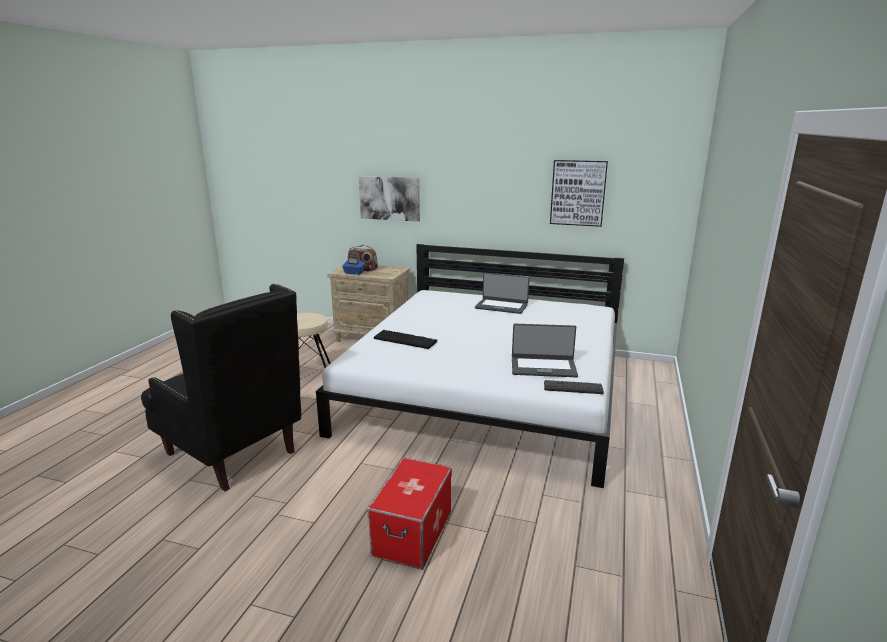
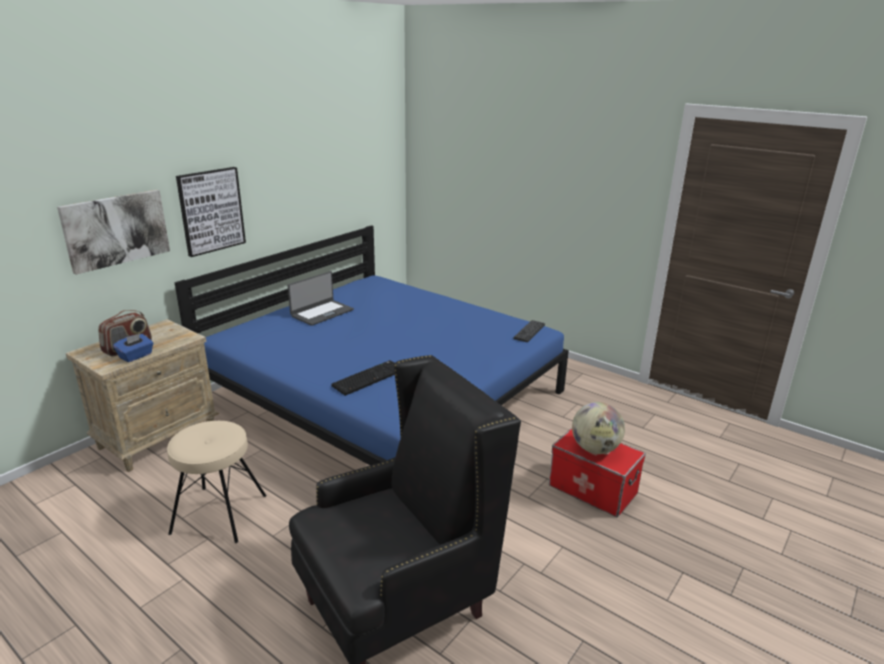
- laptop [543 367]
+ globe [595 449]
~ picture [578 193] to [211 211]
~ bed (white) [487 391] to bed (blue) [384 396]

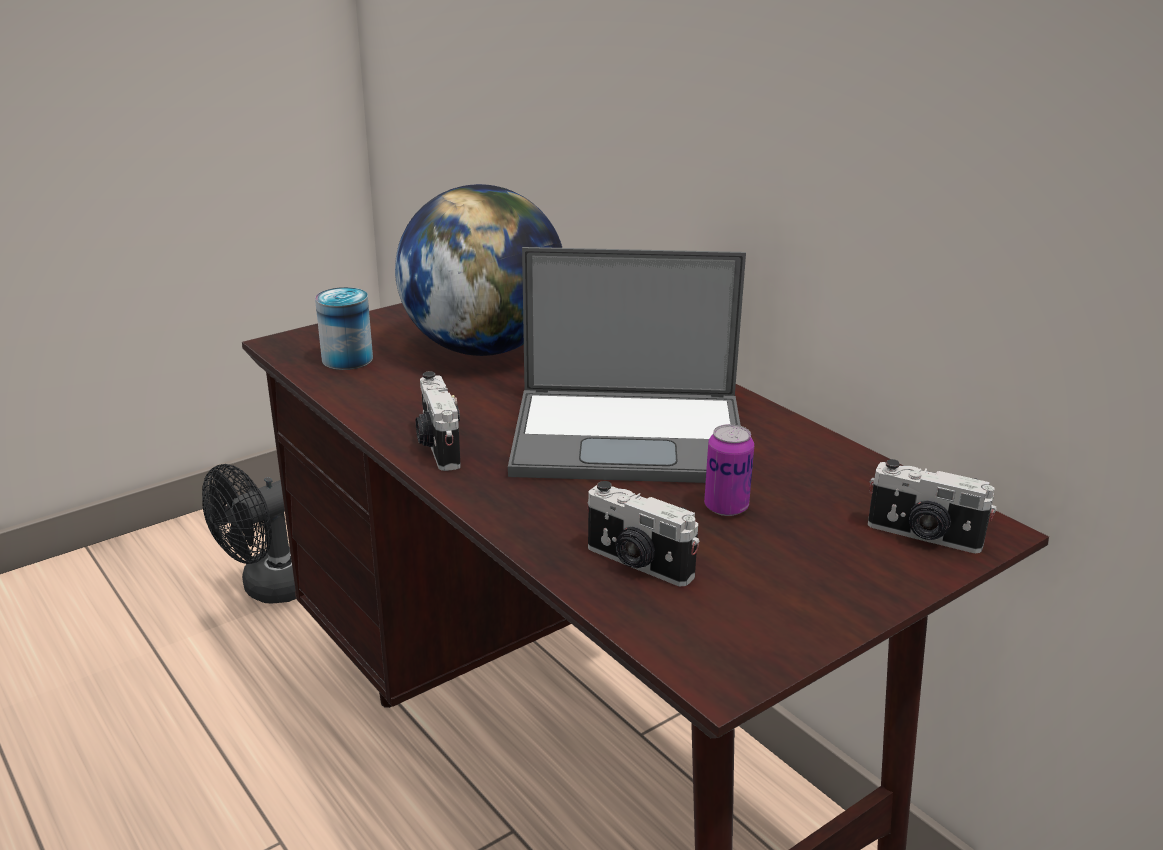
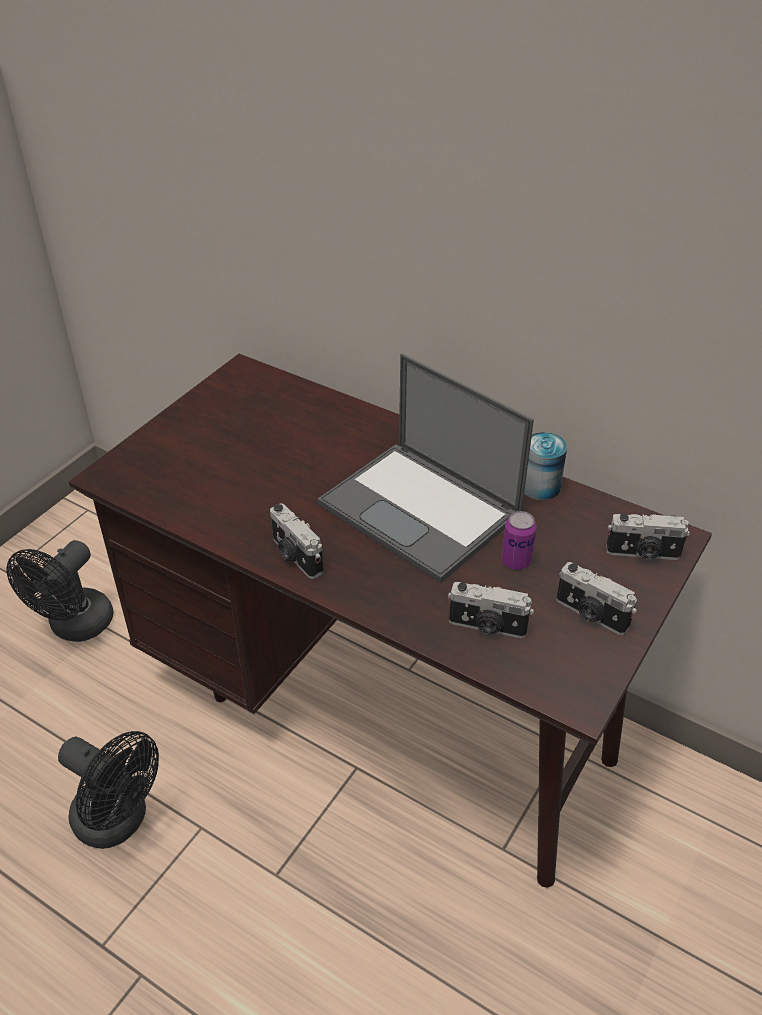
- globe [483 348]
+ fan (black) [119 821]
+ photo camera [591 615]
~ can [347 359] to [540 487]
~ laptop [632 436] = [422 510] 60 degrees clockwise

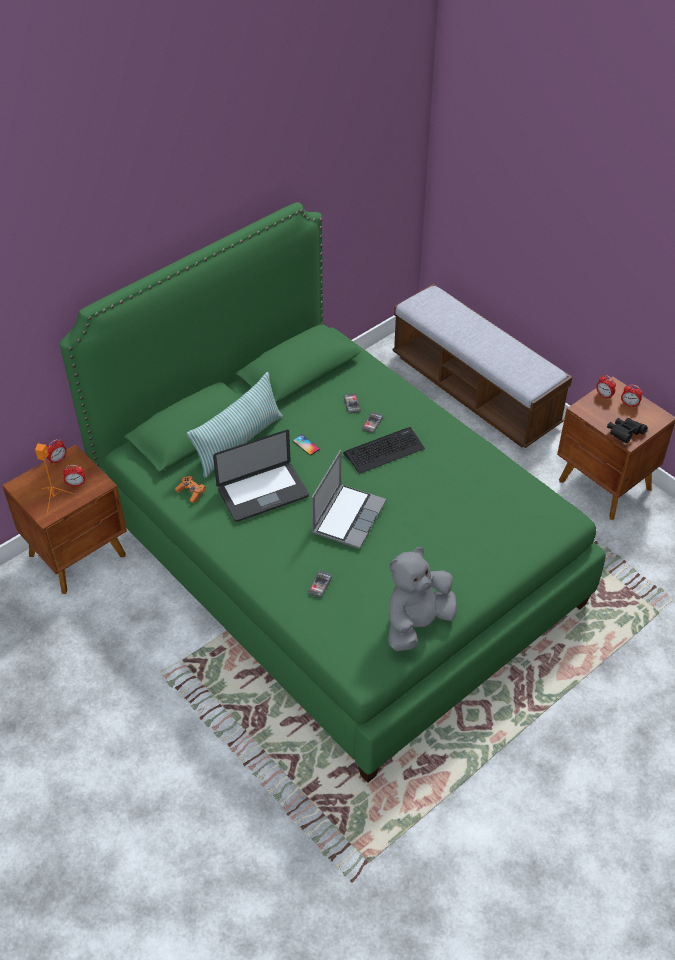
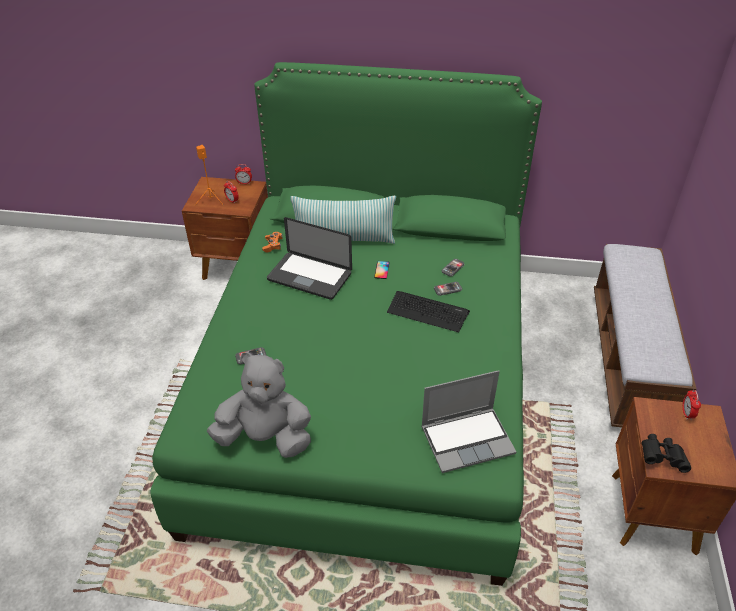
- alarm clock [629 404]
~ laptop [348 516] to [468 439]

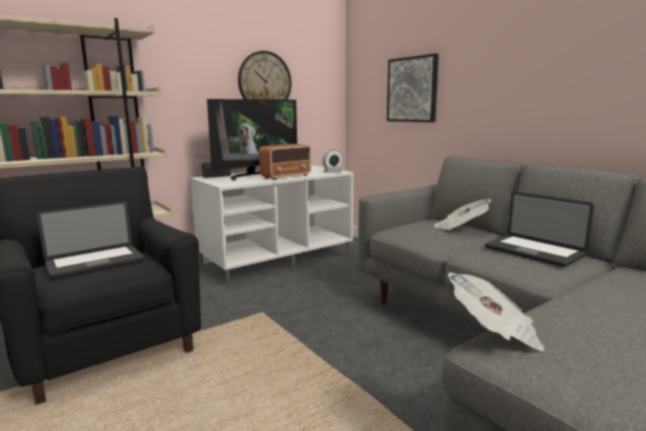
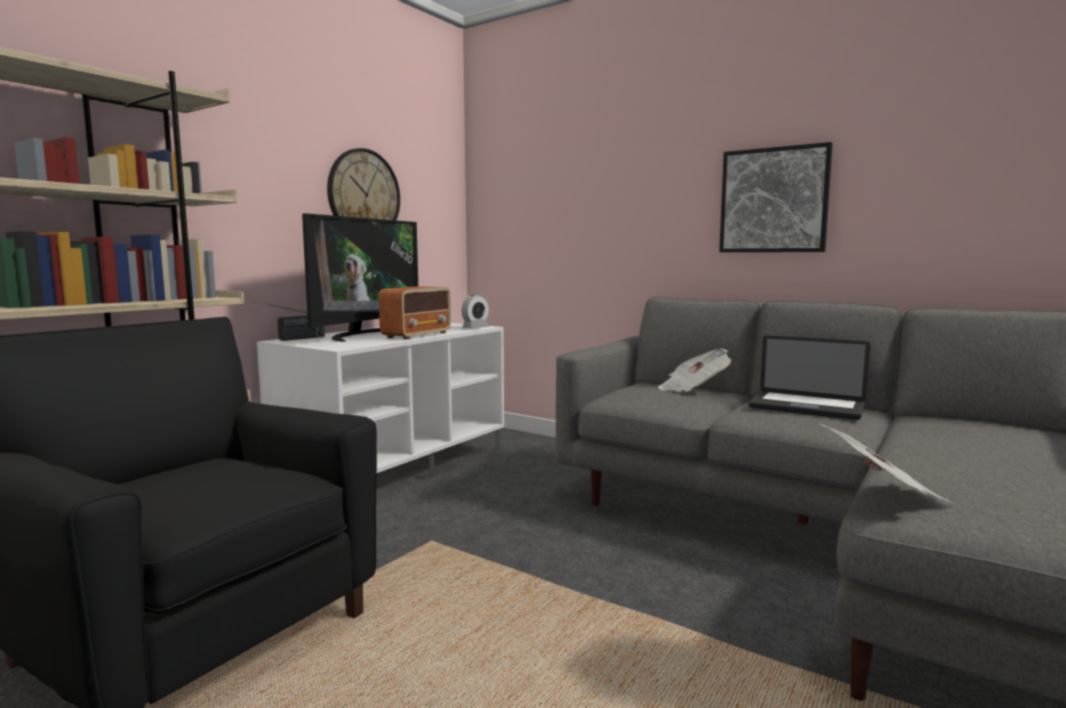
- laptop [95 263]
~ picture [412 89] to [774 200]

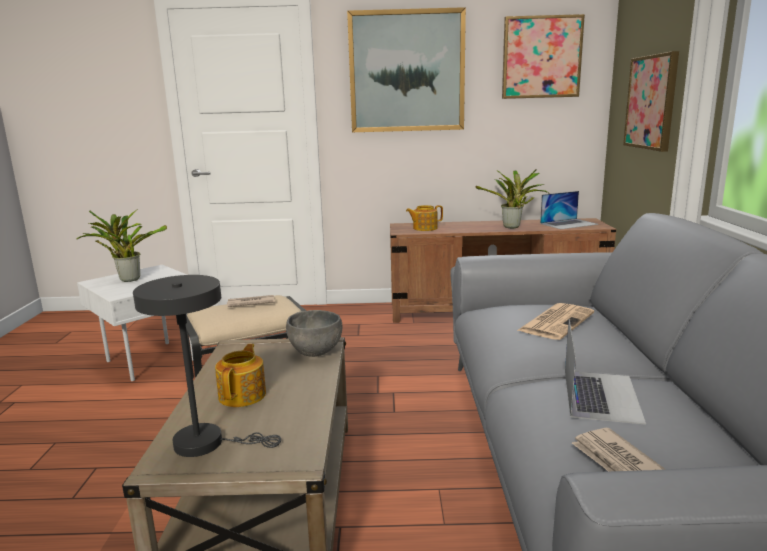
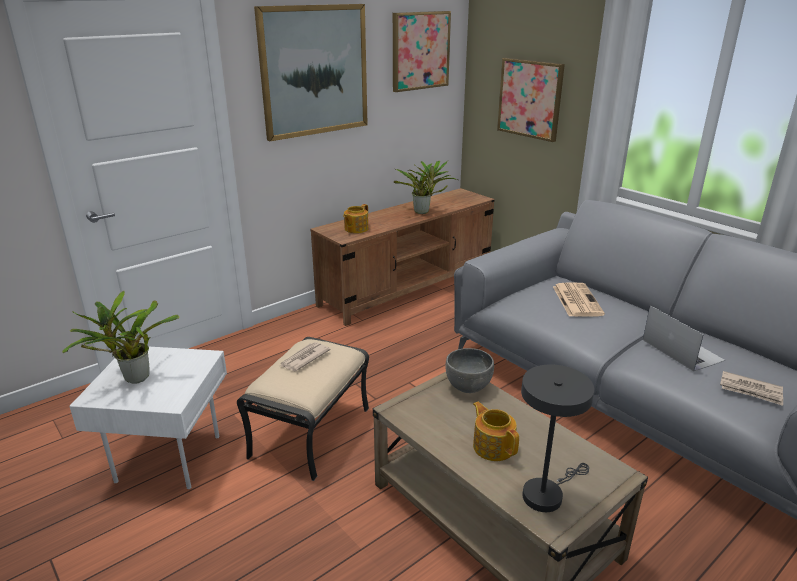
- laptop [569 224]

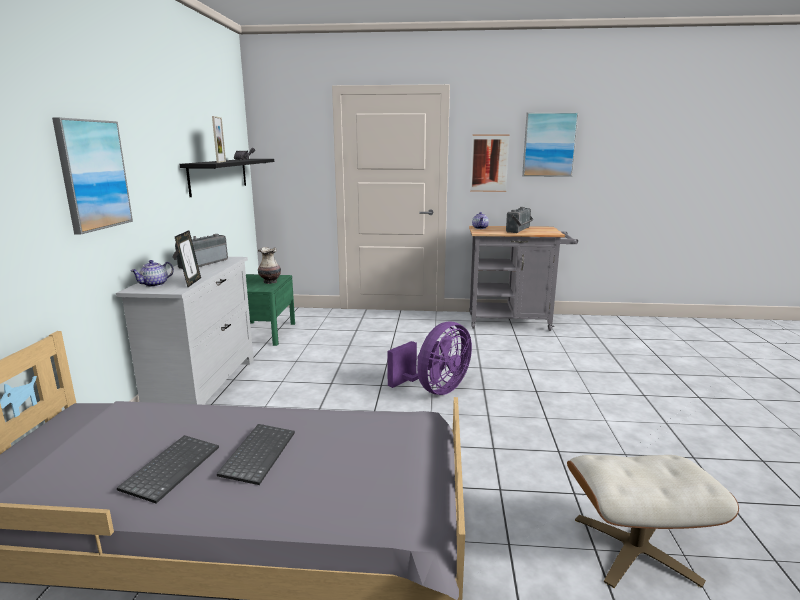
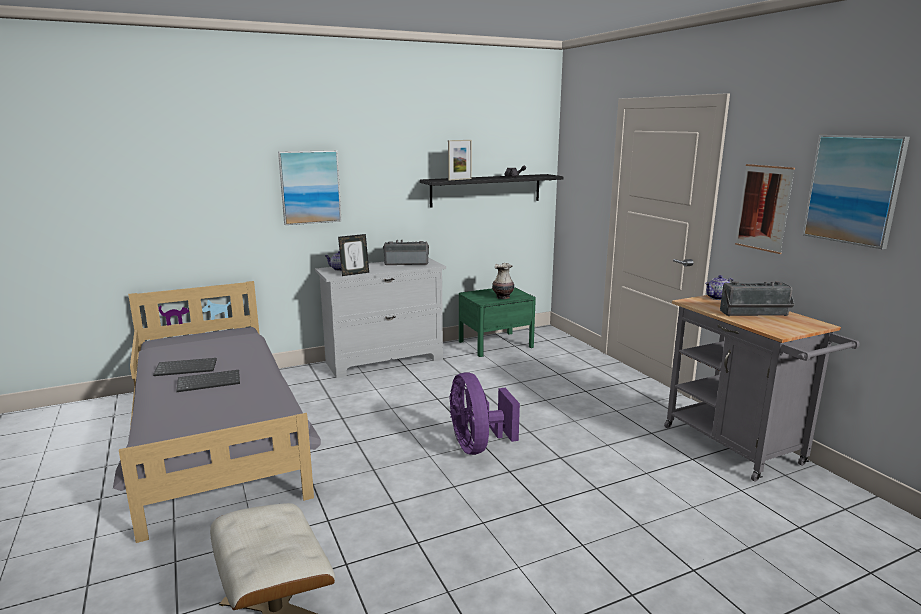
~ fan (purple) [435 389] = [477 446] 60 degrees clockwise

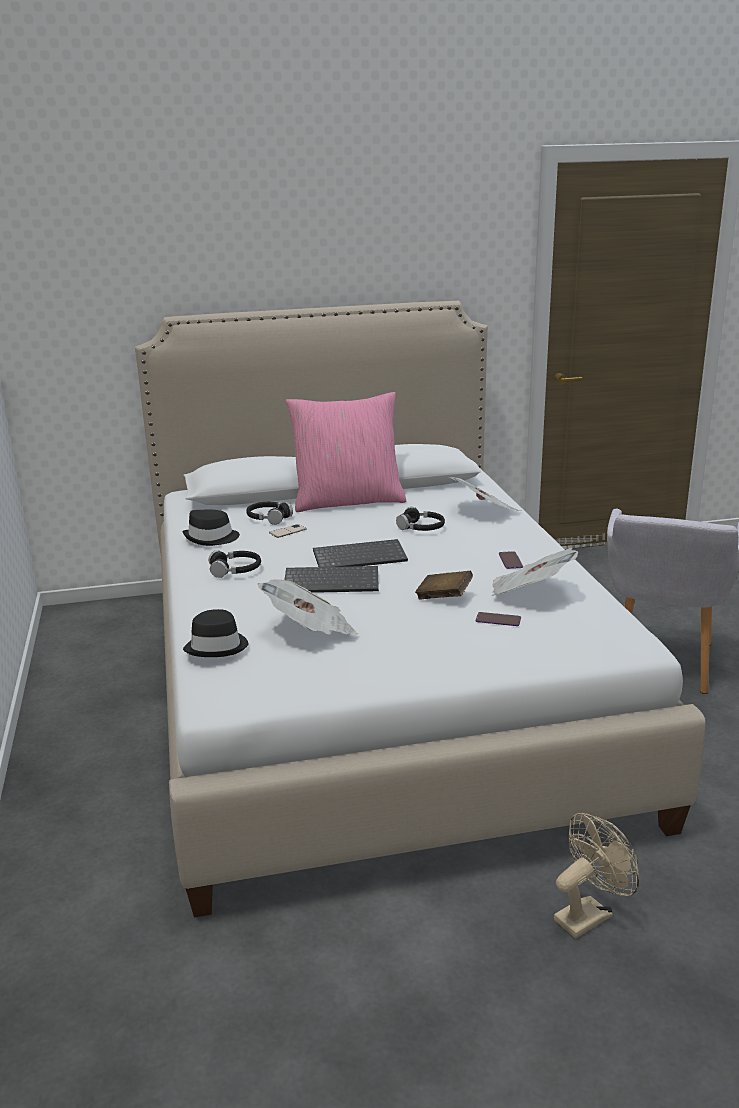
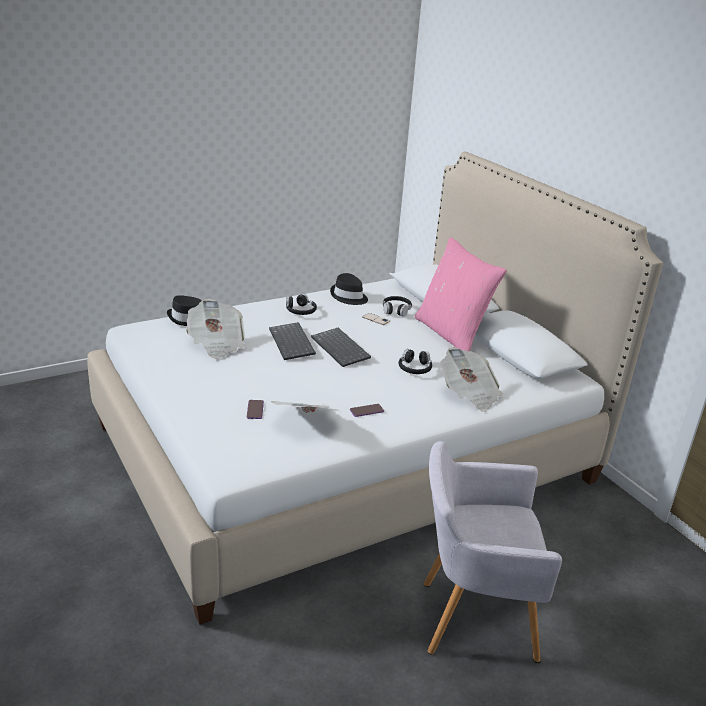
- book (brown) [444 597]
- fan (beige) [589 914]

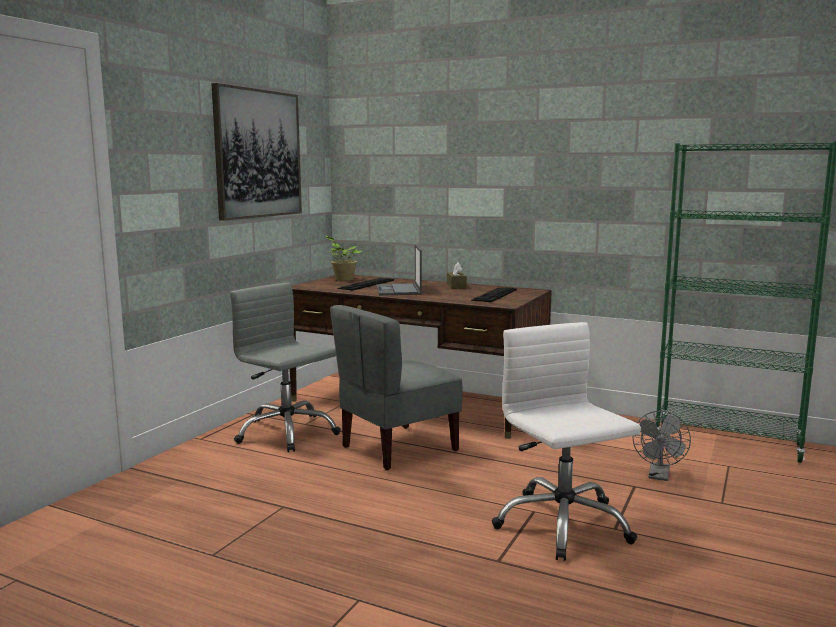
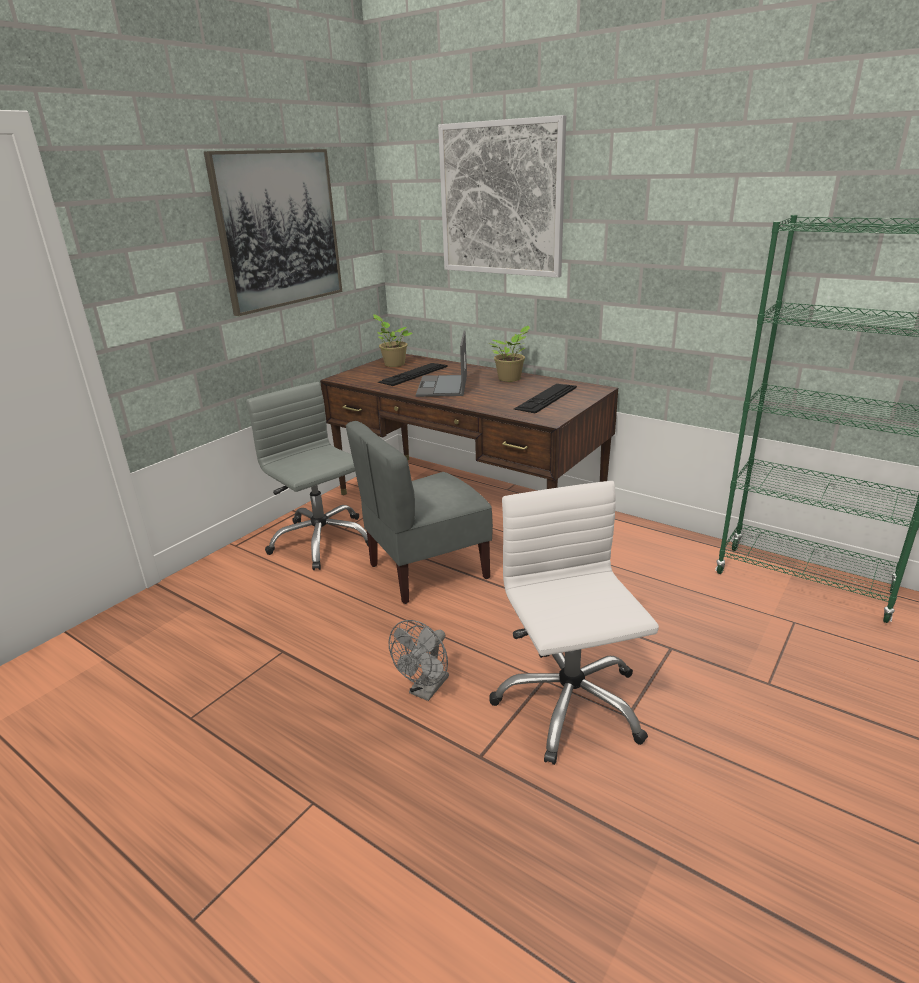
+ picture [501 199]
~ fan (grey) [659 476] to [426 690]
~ tissue box (brown) [456 286] to potted plant [511 379]

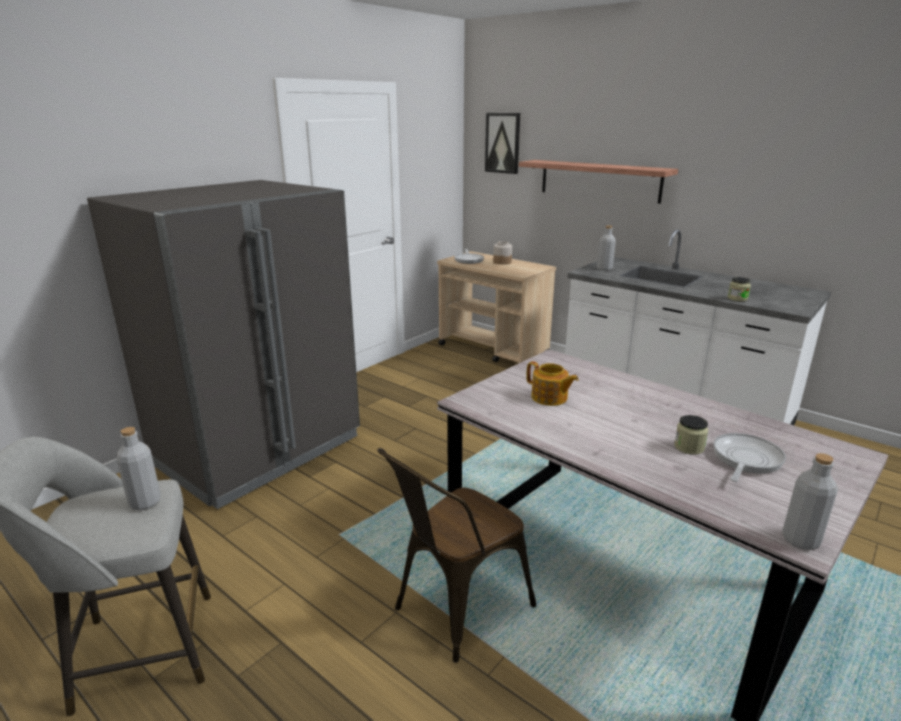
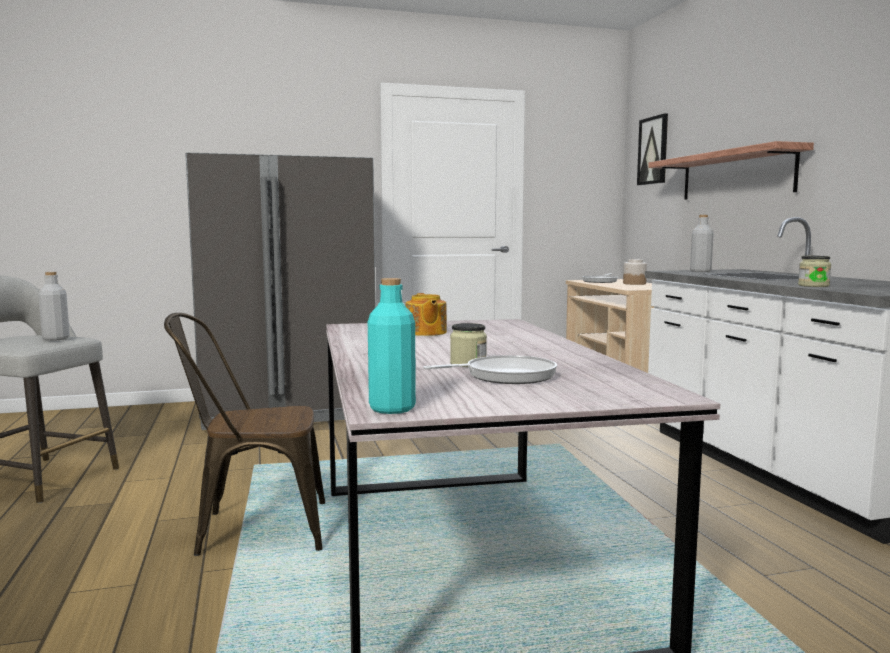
~ bottle (grey) [800 540] to bottle (turquoise) [392 408]

